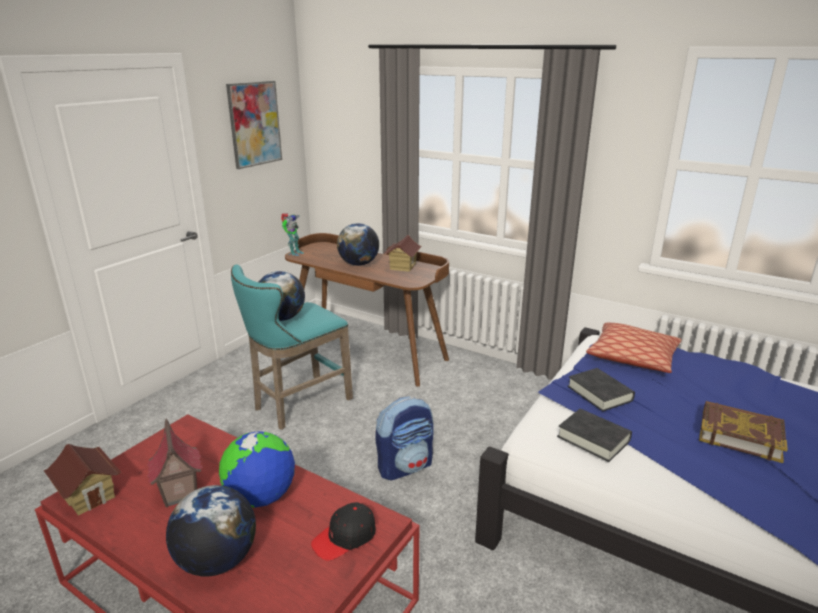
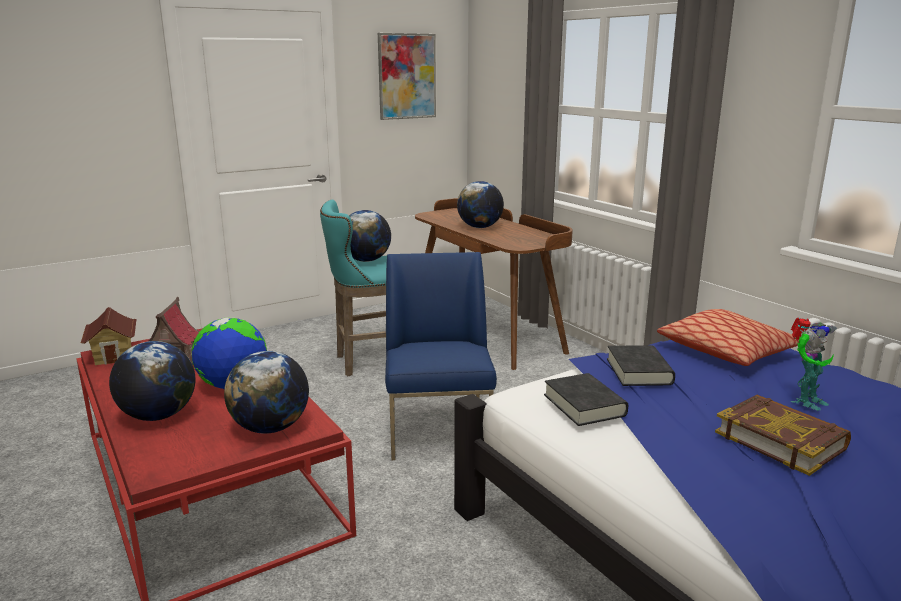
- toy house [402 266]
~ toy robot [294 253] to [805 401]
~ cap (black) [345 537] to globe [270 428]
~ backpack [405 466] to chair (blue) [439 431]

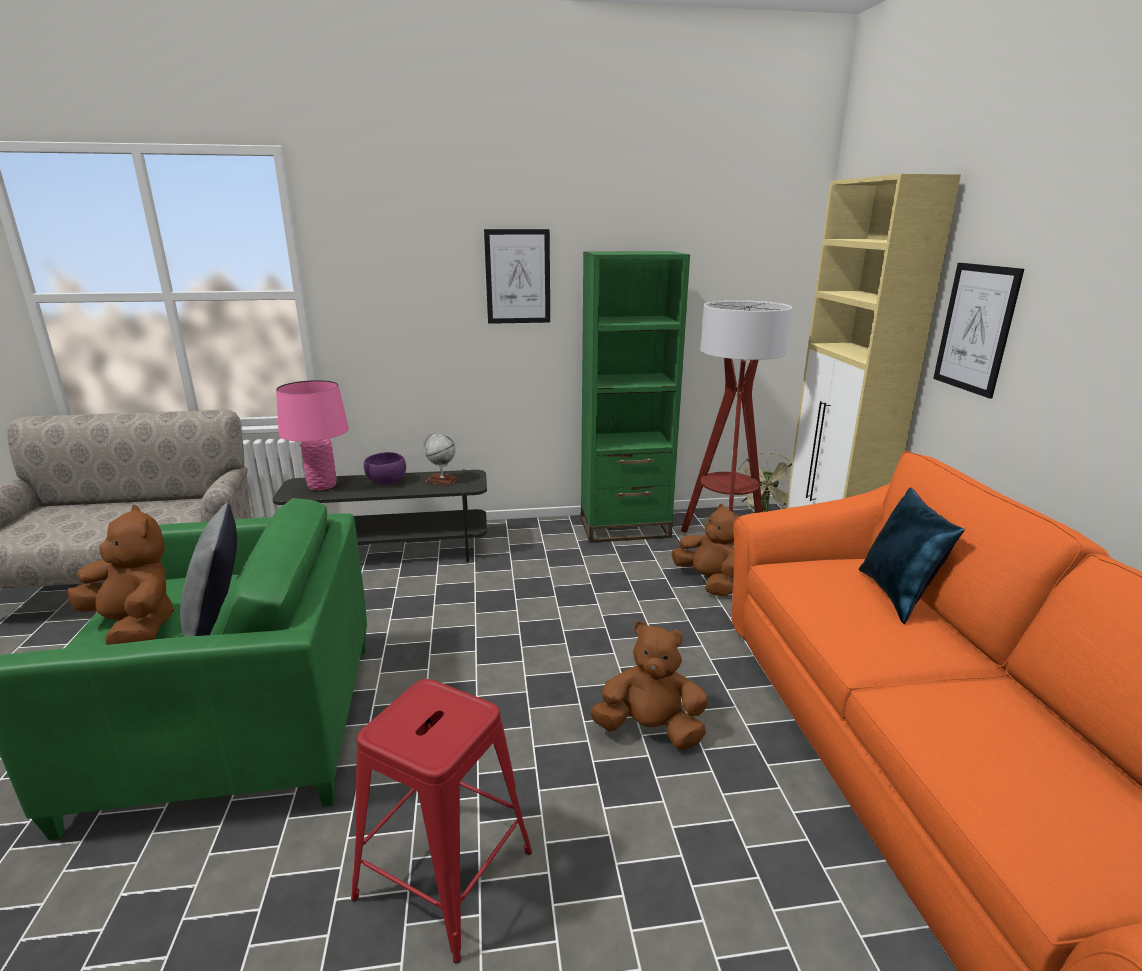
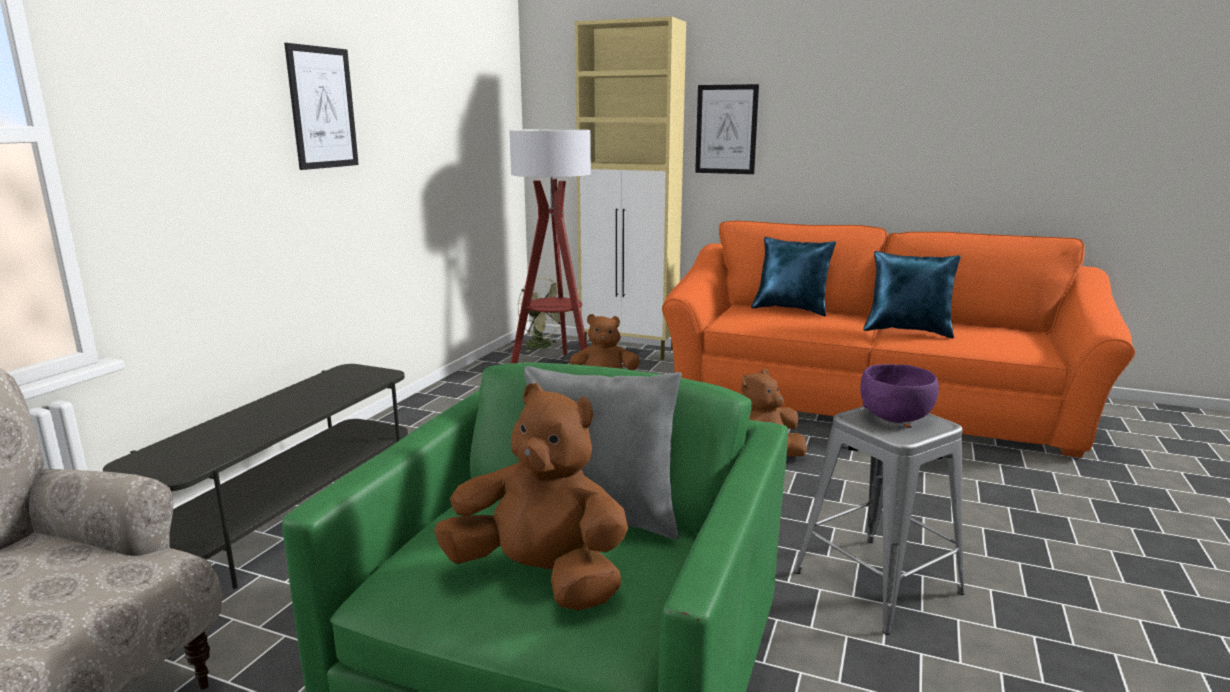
- table lamp (pink) [322 486]
- globe [442 481]
- bookcase (green) [624 527]
+ pillow (blue) [908 331]
~ bowl (purple) [387 481] to [896 416]
~ stool (red) [444 874] to stool (grey) [877 582]
~ plush toy (brown) [135 628] = [540 577] 45 degrees clockwise

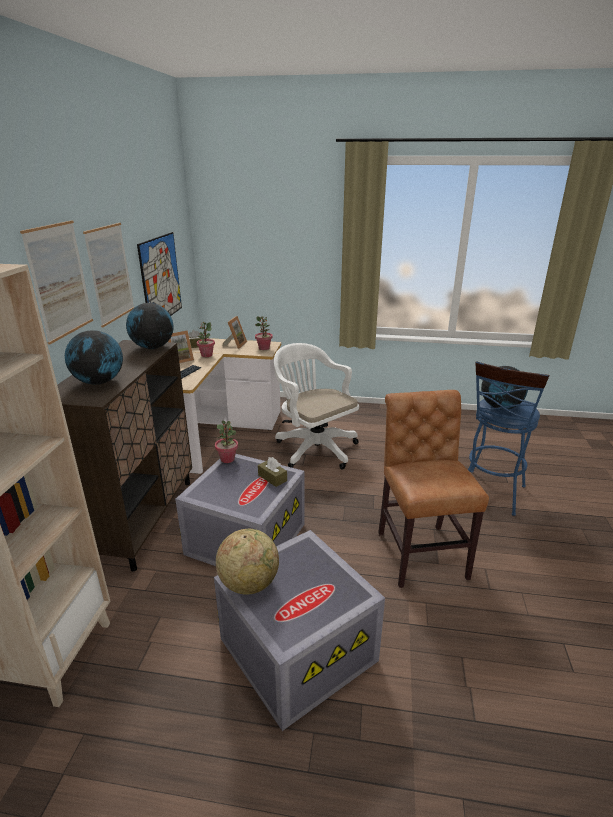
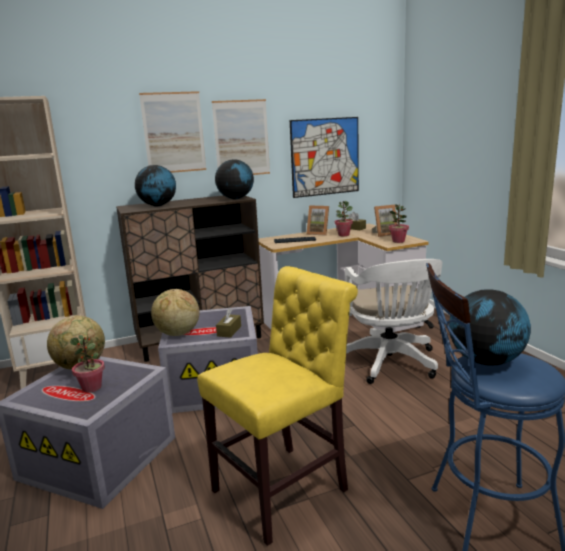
+ globe [177 334]
~ potted plant [227 459] to [92 388]
~ chair (brown) [419 551] to chair (yellow) [286 488]
~ office chair (white) [314 447] = [390 364] 150 degrees clockwise

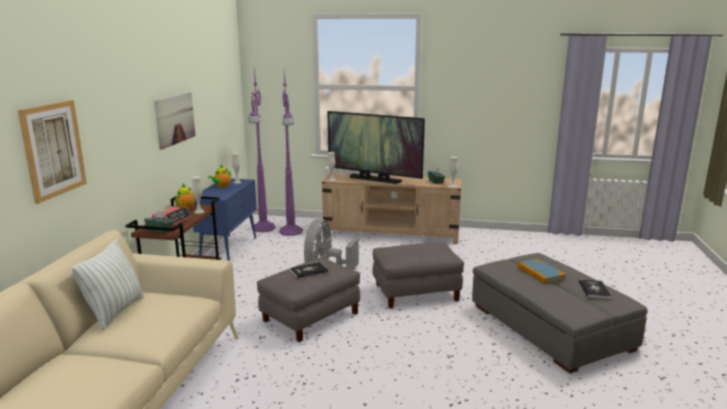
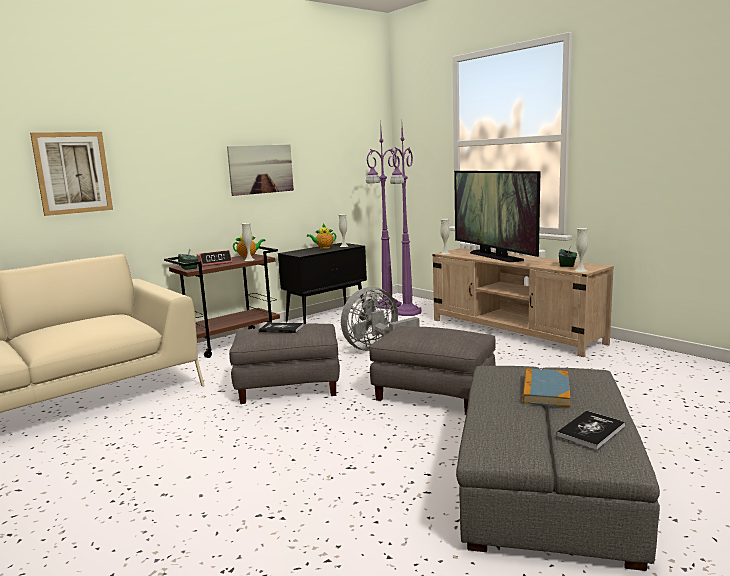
- pillow [115 312]
~ cabinet (blue) [229 249] to cabinet (black) [327 317]

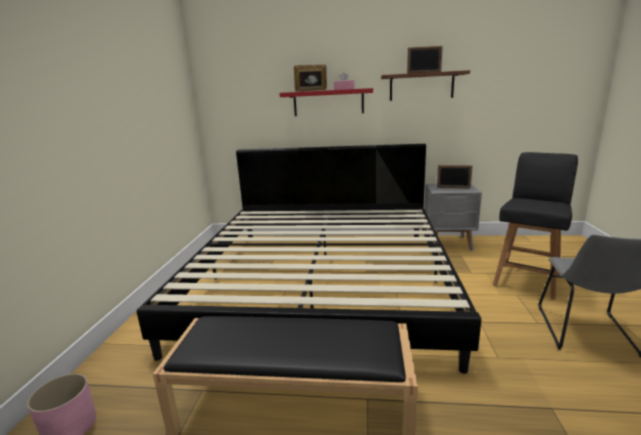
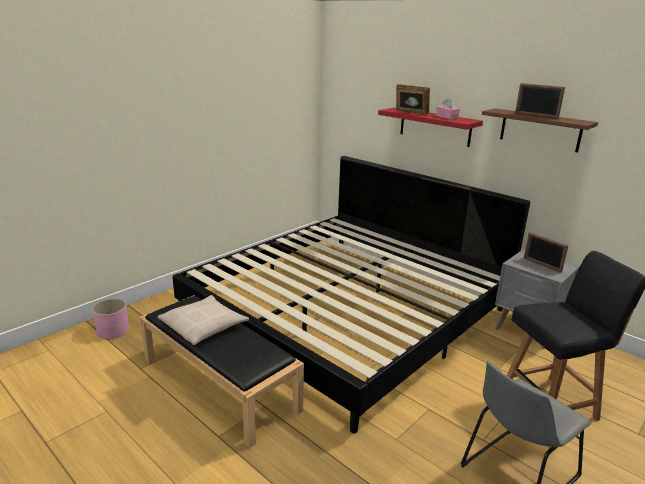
+ pillow (beige) [204 326]

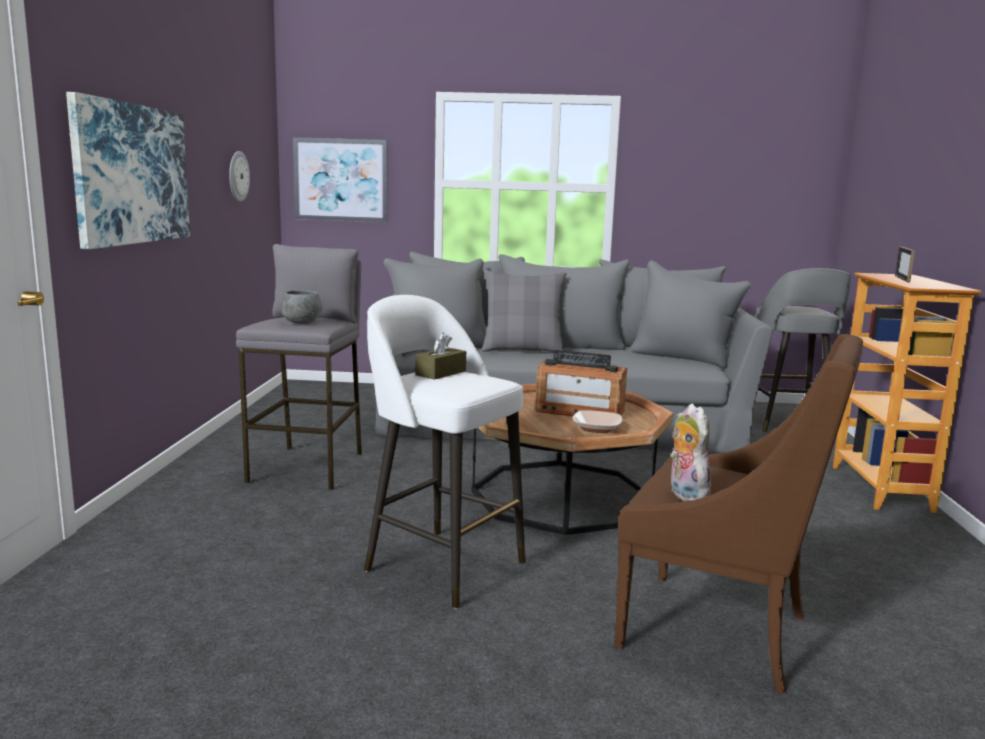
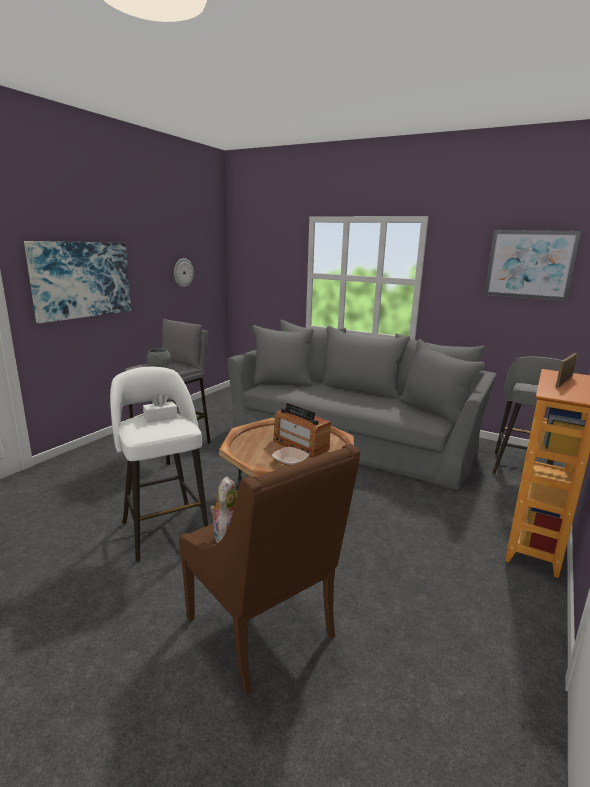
- pillow (grey) [522 350]
~ picture [341 180] to [530 264]
~ tissue box (brown) [440 373] to tissue box (white) [160 417]

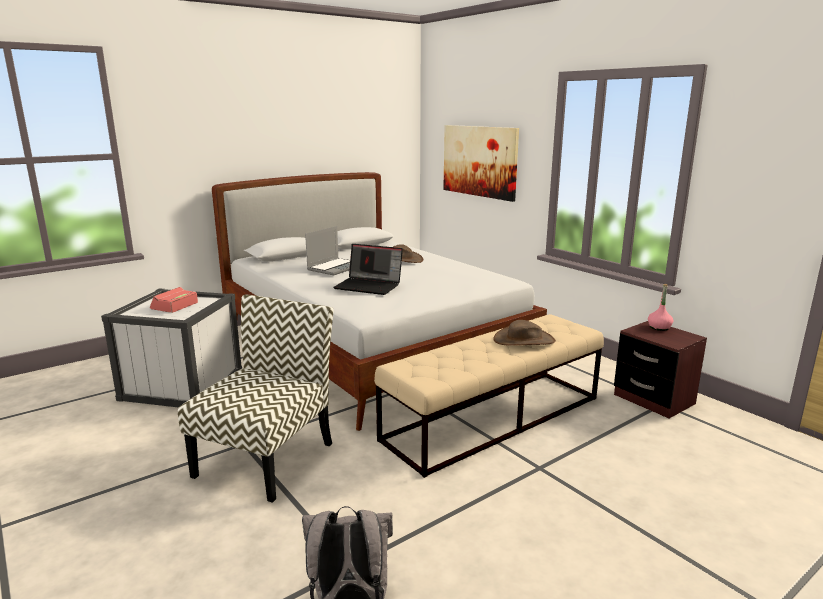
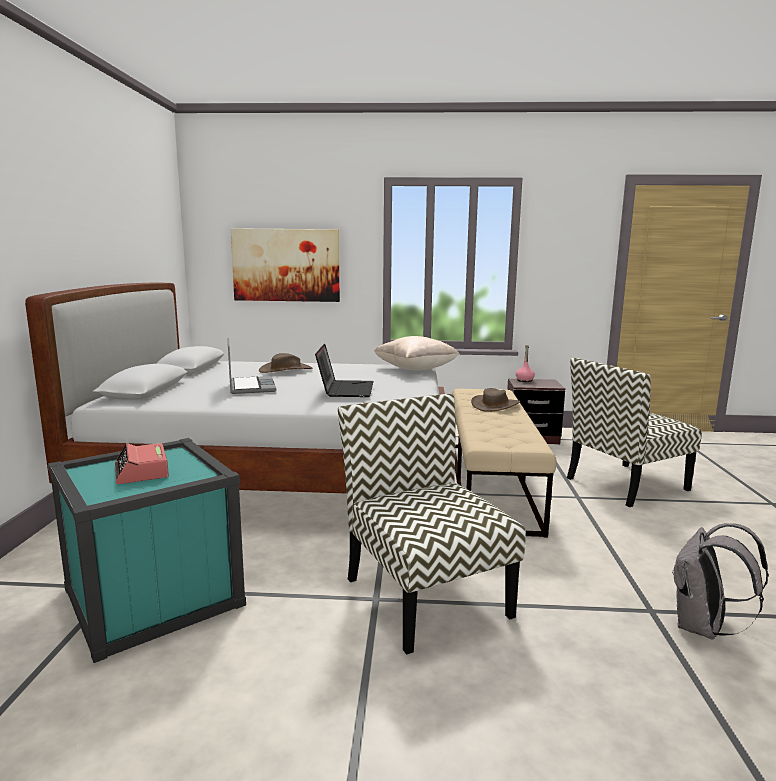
+ pillow (beige) [415 370]
+ chair [625 484]
~ storage box (white) [182 385] to storage box (turquoise) [153 597]
~ laptop [369 286] = [345 389] 60 degrees counterclockwise

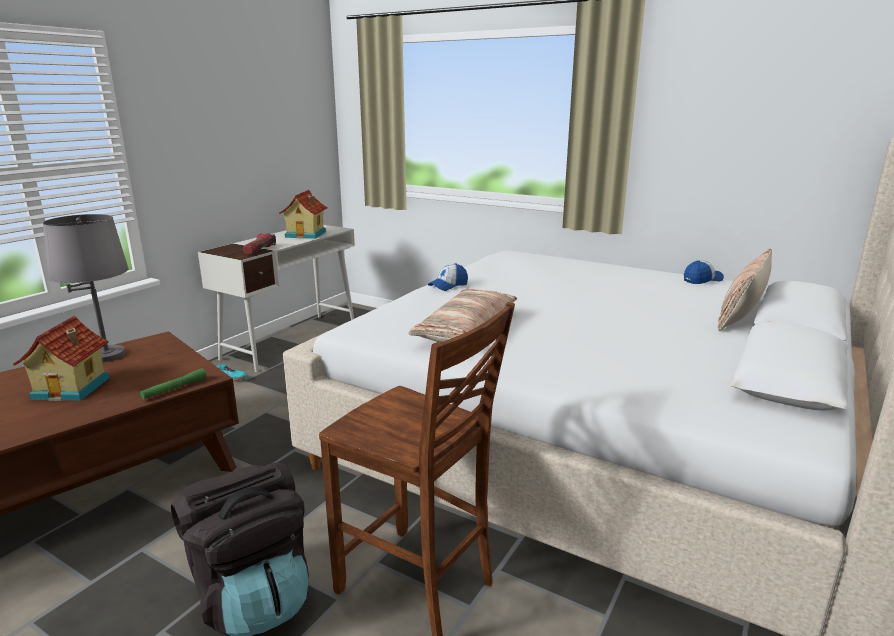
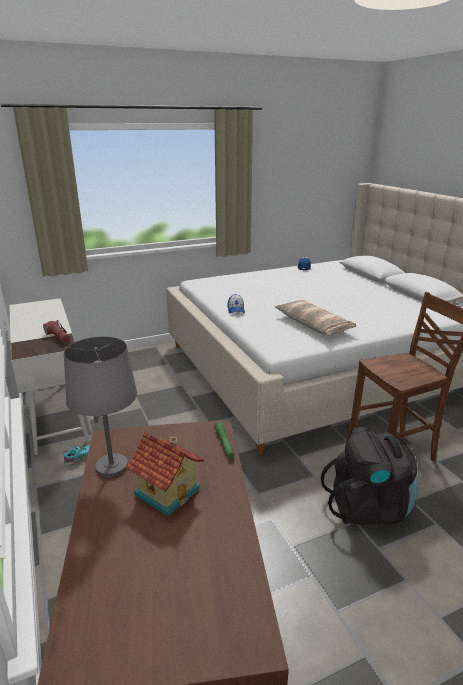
- toy house [307 234]
- pillow [742 313]

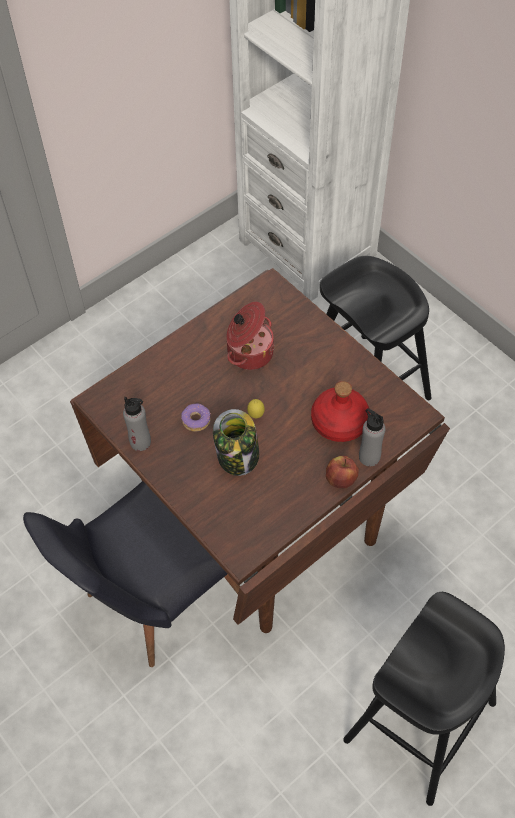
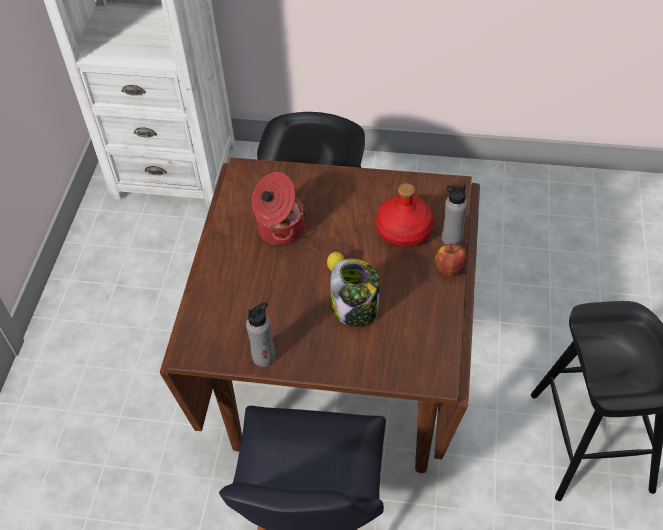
- donut [196 420]

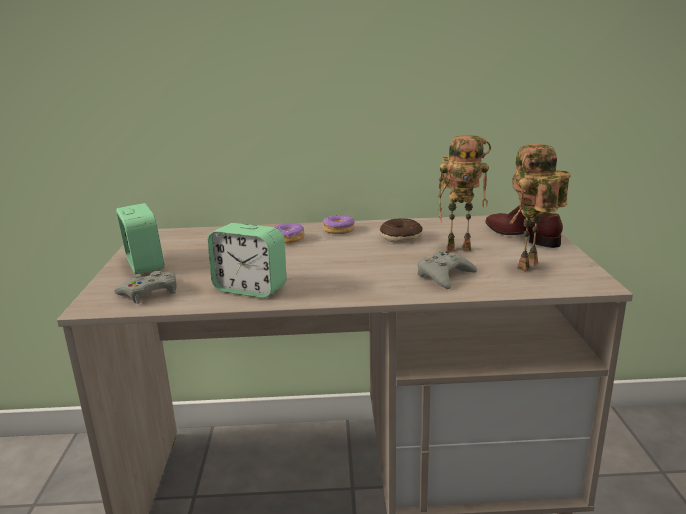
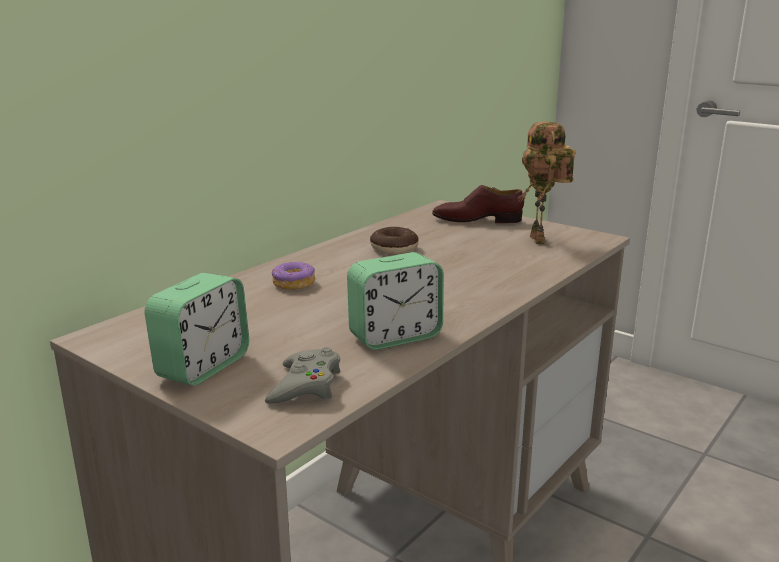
- donut [339 230]
- game controller (grey) [444 275]
- toy robot [460 247]
~ alarm clock [144 264] = [203 366] 105 degrees clockwise

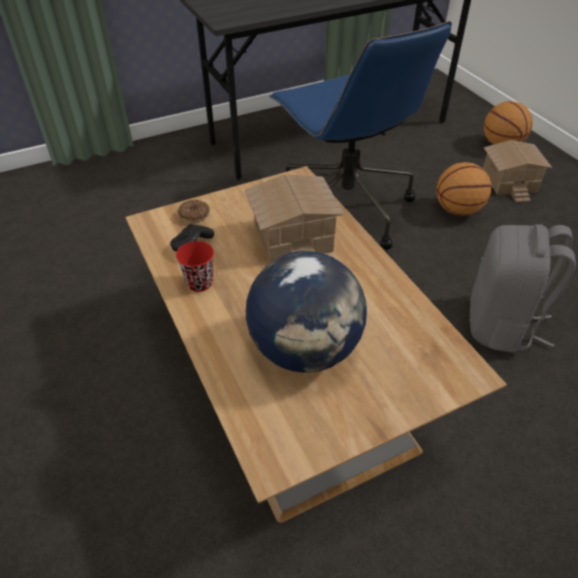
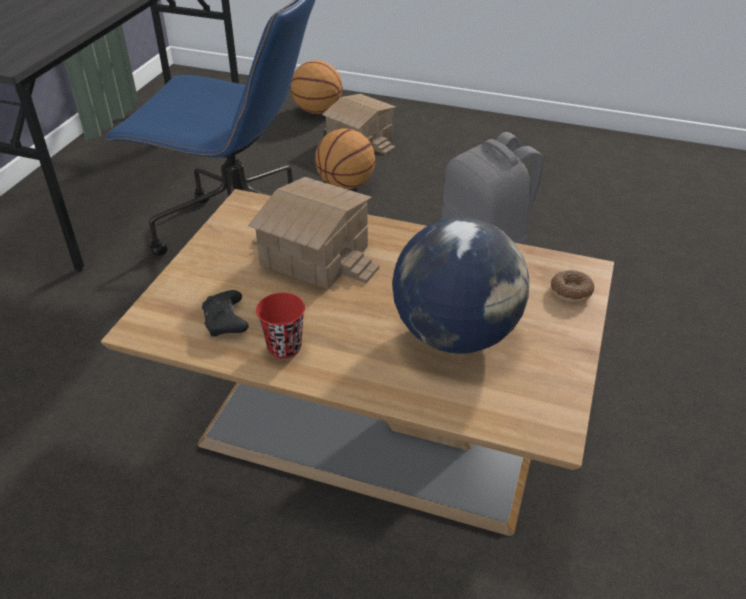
~ donut [194 215] to [571 291]

